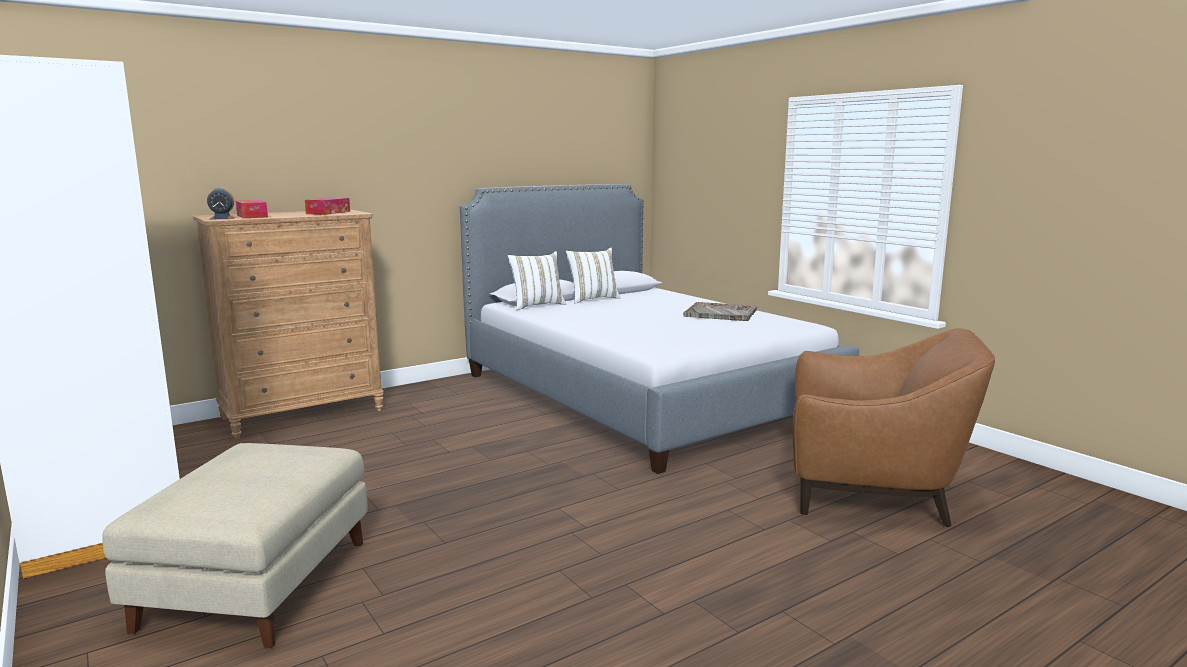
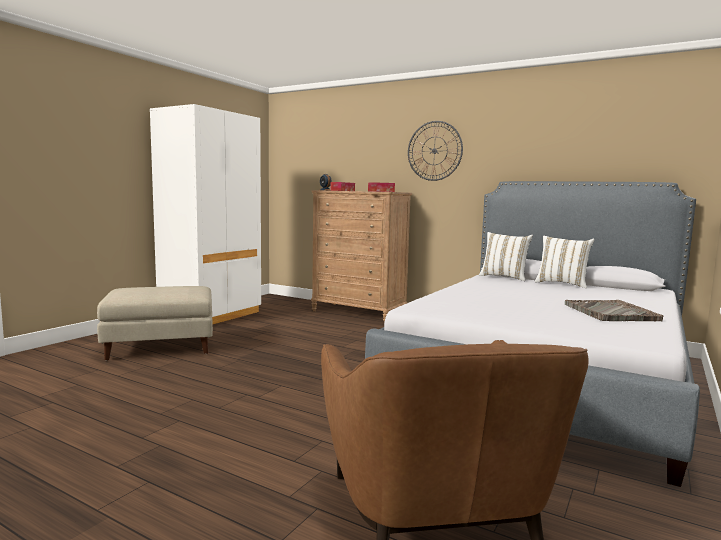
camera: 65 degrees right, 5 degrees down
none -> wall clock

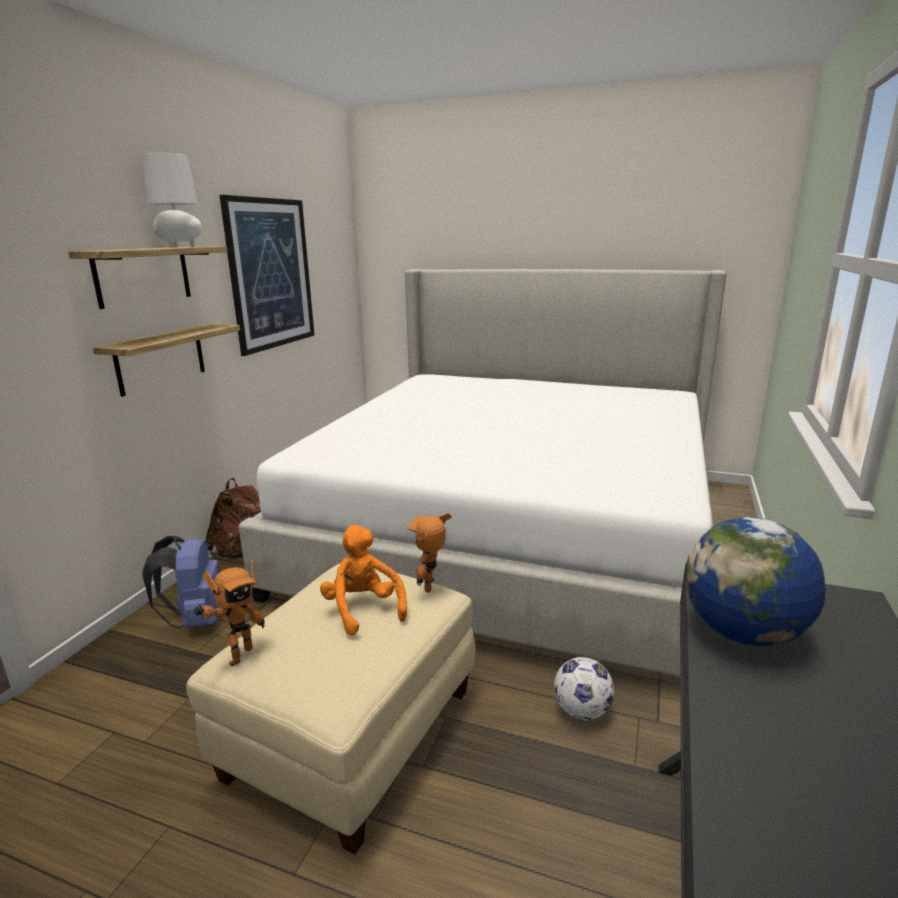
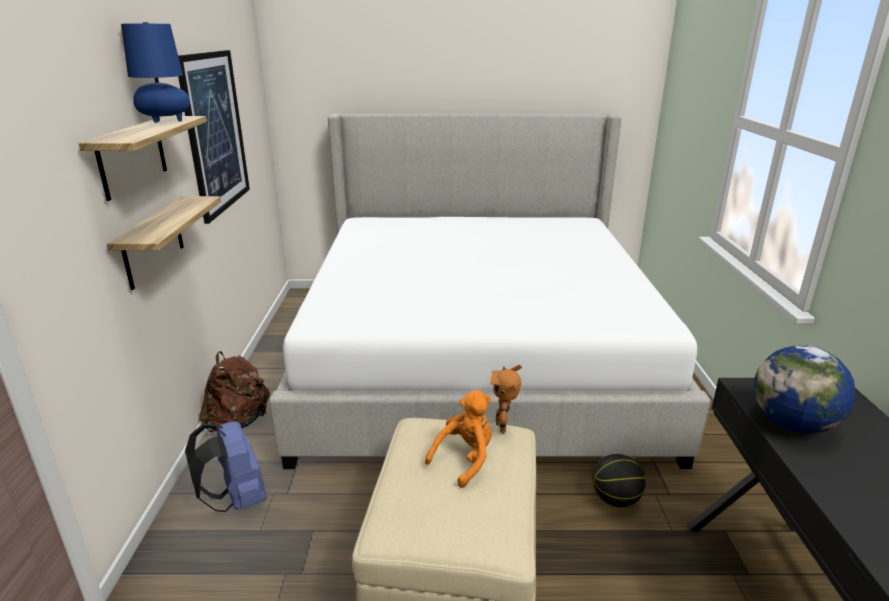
camera: 20 degrees left, 5 degrees up
toy robot (no. 1 from left) -> none
football -> basketball
table lamp (white) -> table lamp (blue)
plush toy (orange), 90 degrees clockwise

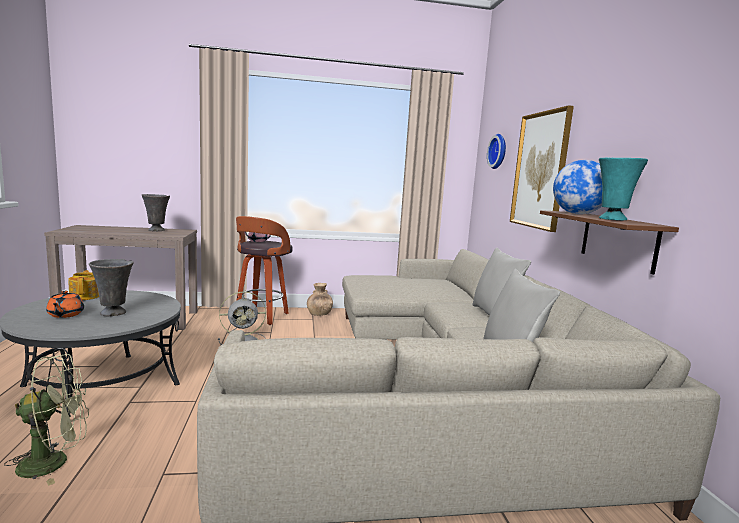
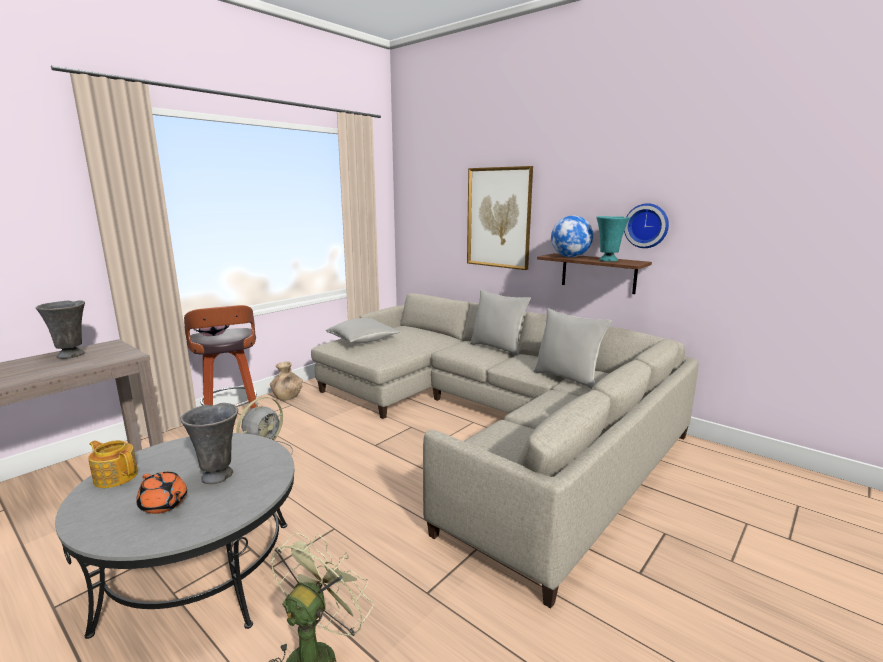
camera: 40 degrees left, 5 degrees up
none -> pillow (grey) (no. 1 from left)
wall clock, relocated

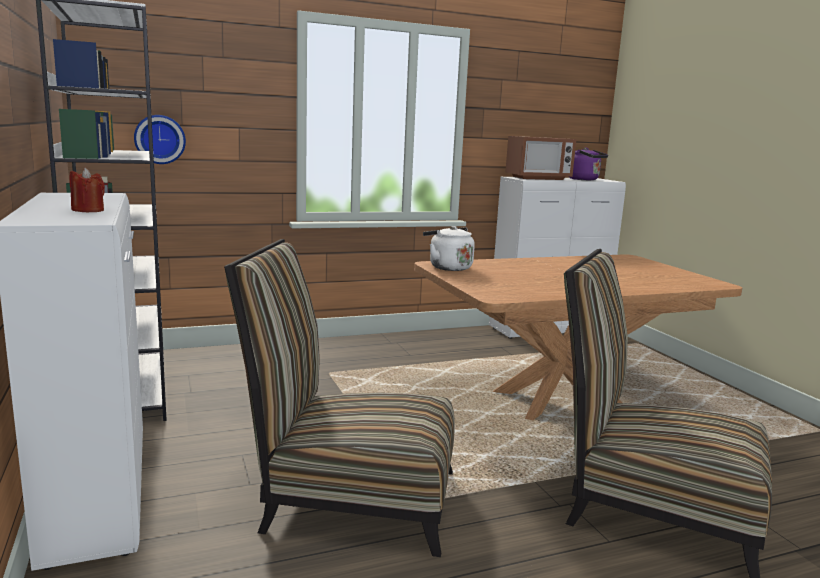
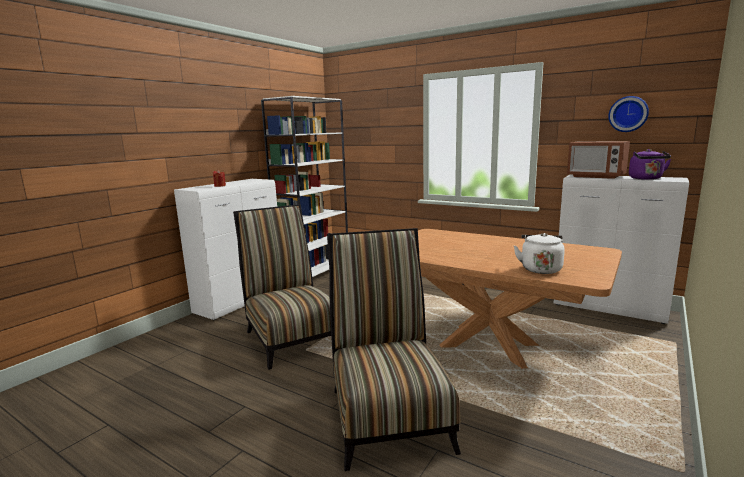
camera: 55 degrees right, 0 degrees up
wall clock, relocated
kettle (white), relocated

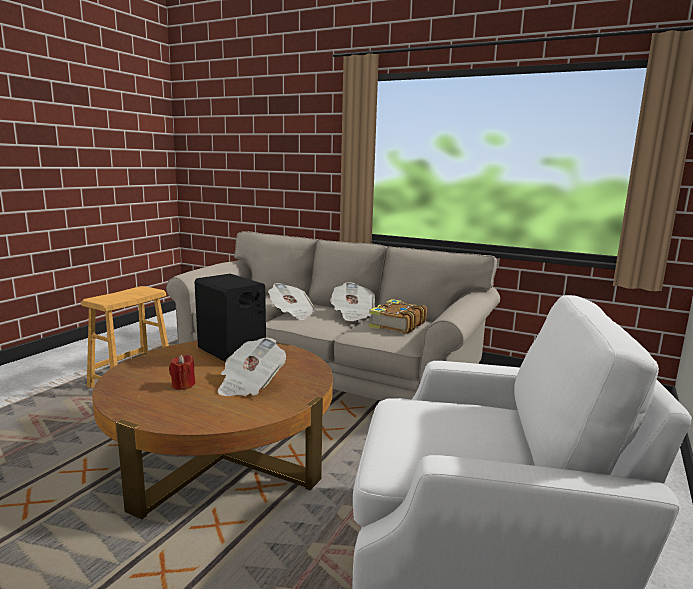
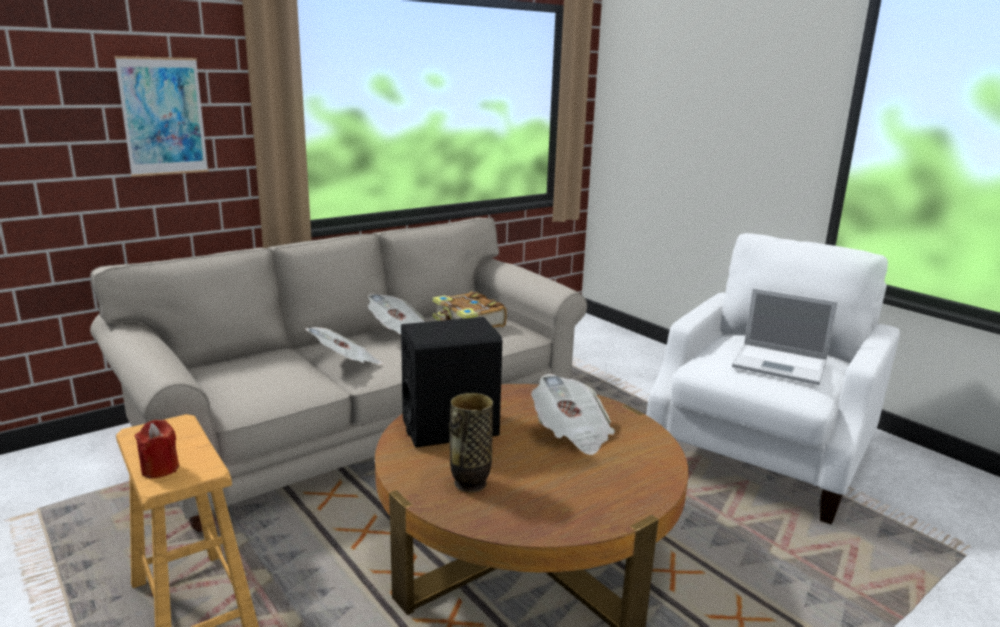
camera: 65 degrees left, 5 degrees up
none -> picture
none -> vase
none -> laptop
candle (red), relocated

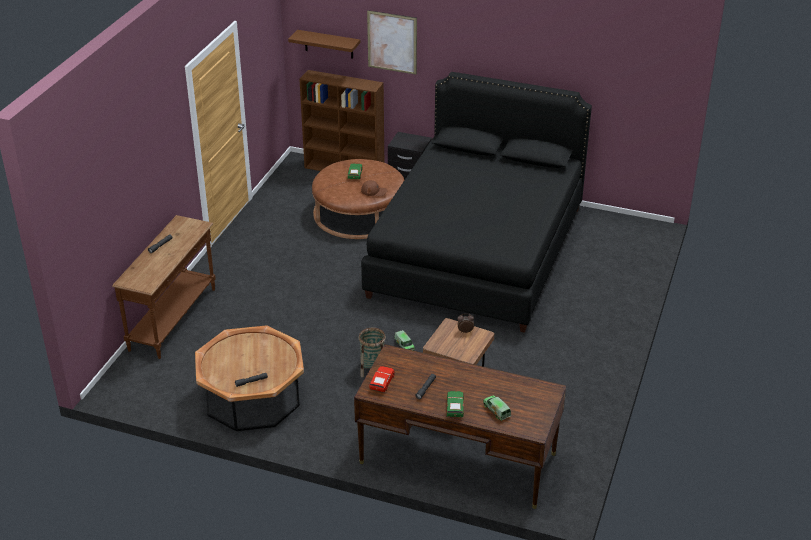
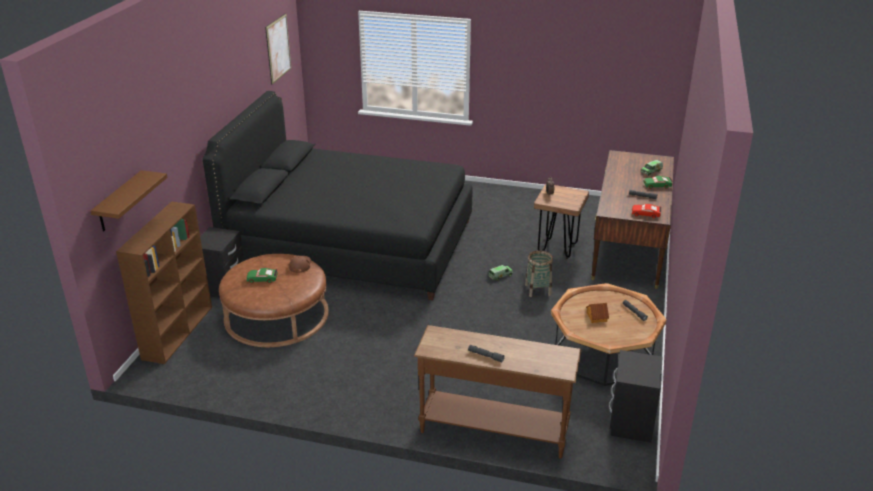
camera: 95 degrees left, 5 degrees down
none -> toy house
none -> nightstand (black) (no. 2 from left)
picture, relocated

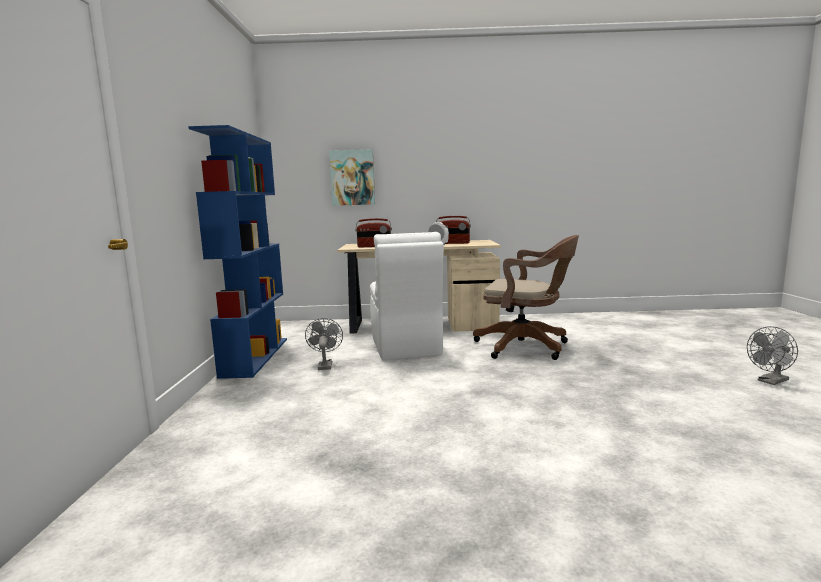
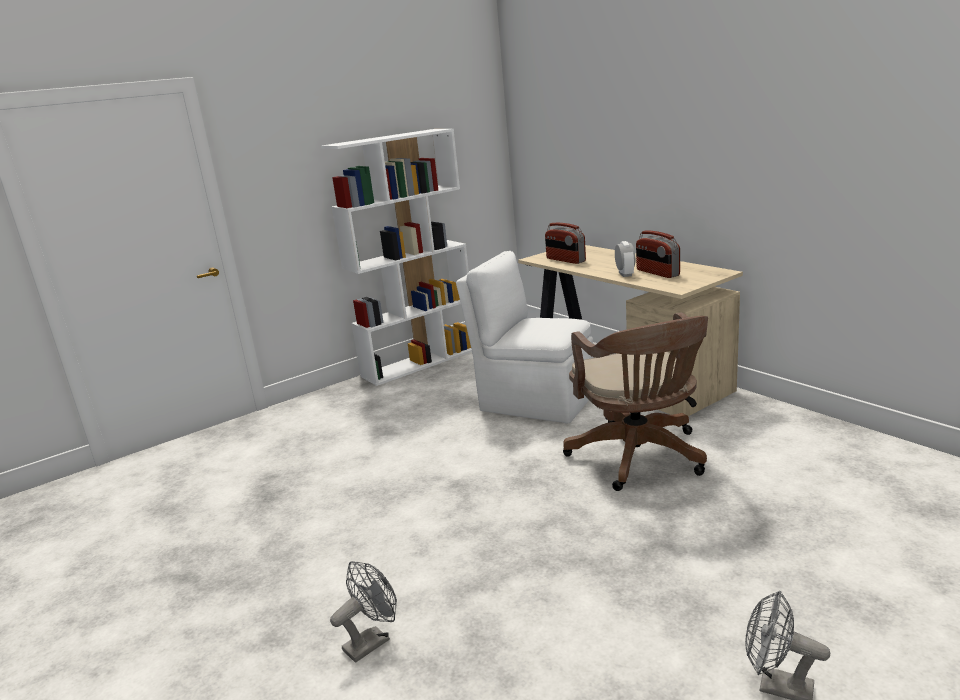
camera: 55 degrees right, 10 degrees up
picture -> none
fan (grey) (no. 1 from left), relocated
bookcase (blue) -> bookcase (white)
chair (white), 75 degrees clockwise

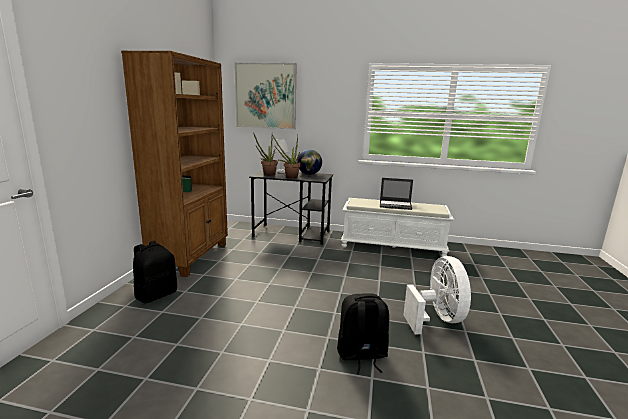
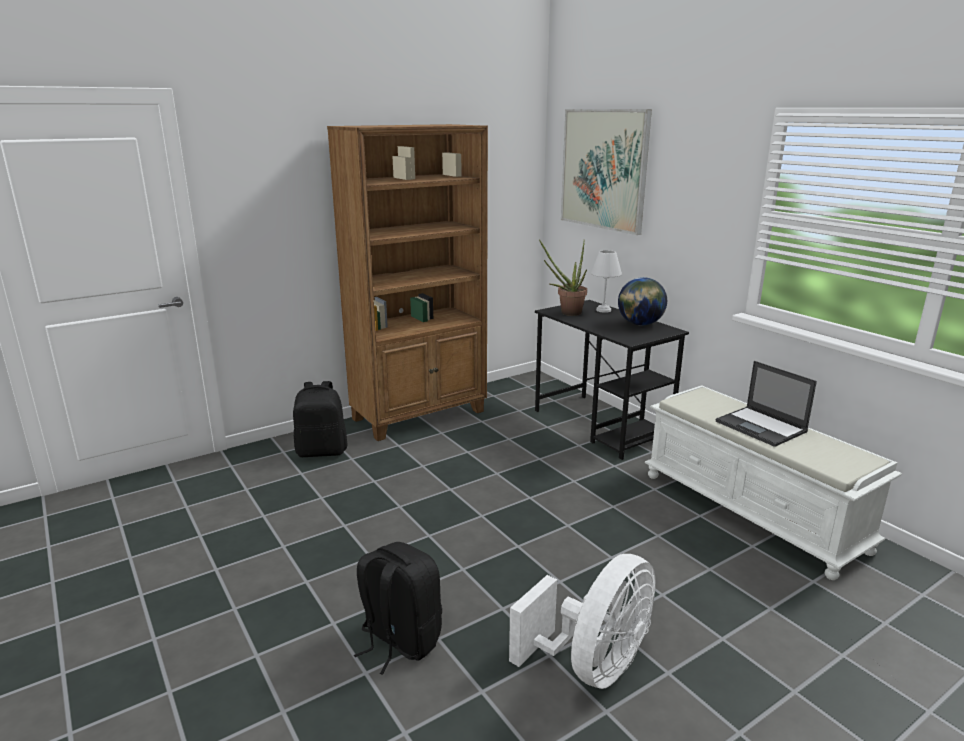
camera: 45 degrees right, 5 degrees up
potted plant (no. 2 from left) -> none

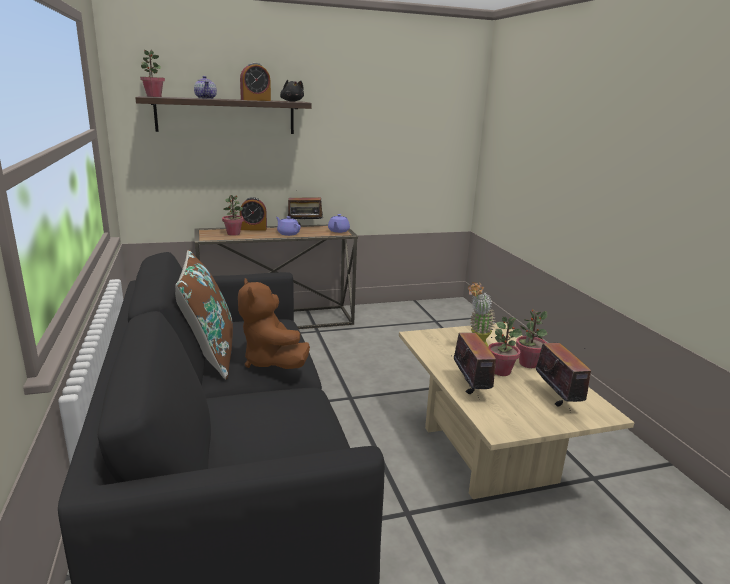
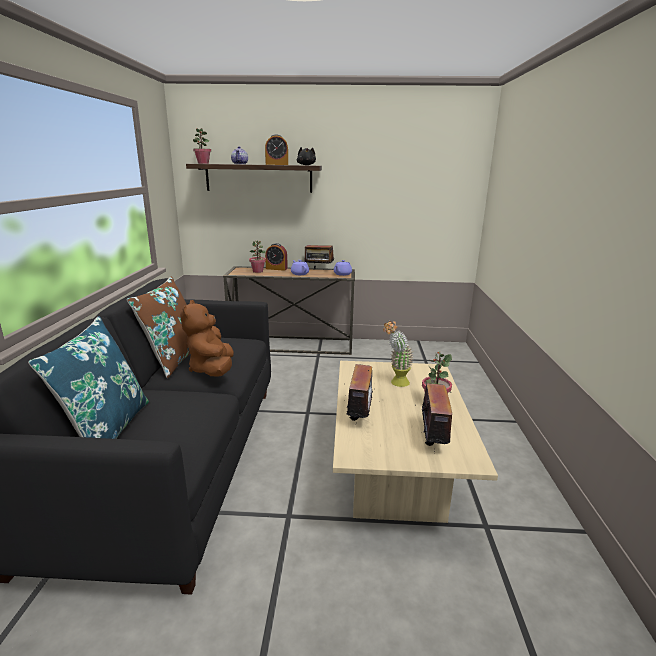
camera: 20 degrees right, 0 degrees up
potted plant (no. 4 from left) -> none
none -> pillow (blue)

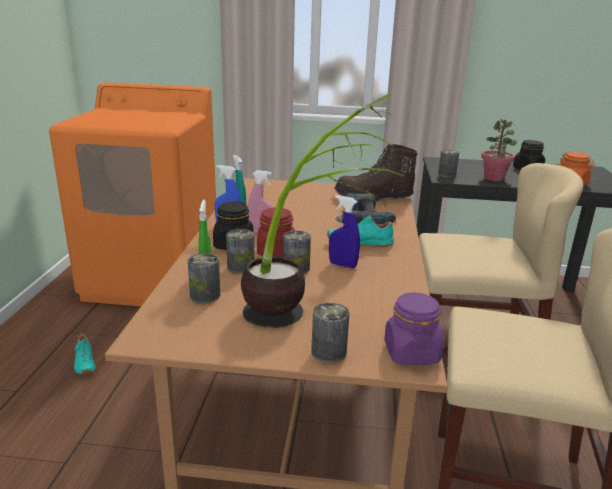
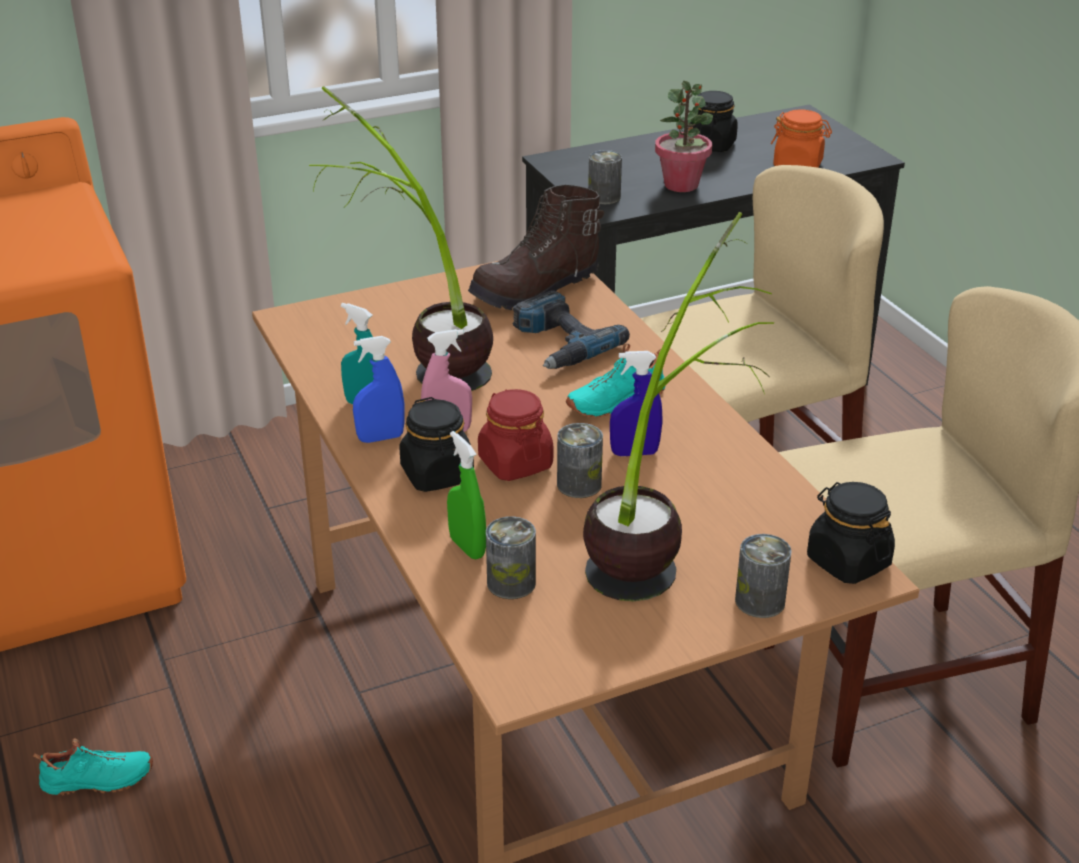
camera: 30 degrees left, 10 degrees up
can (no. 2 from left) -> none
none -> potted plant (no. 1 from left)
jar (purple) -> jar (black) (no. 3 from left)
shoe (turquoise) (no. 1 from left), 45 degrees counterclockwise

